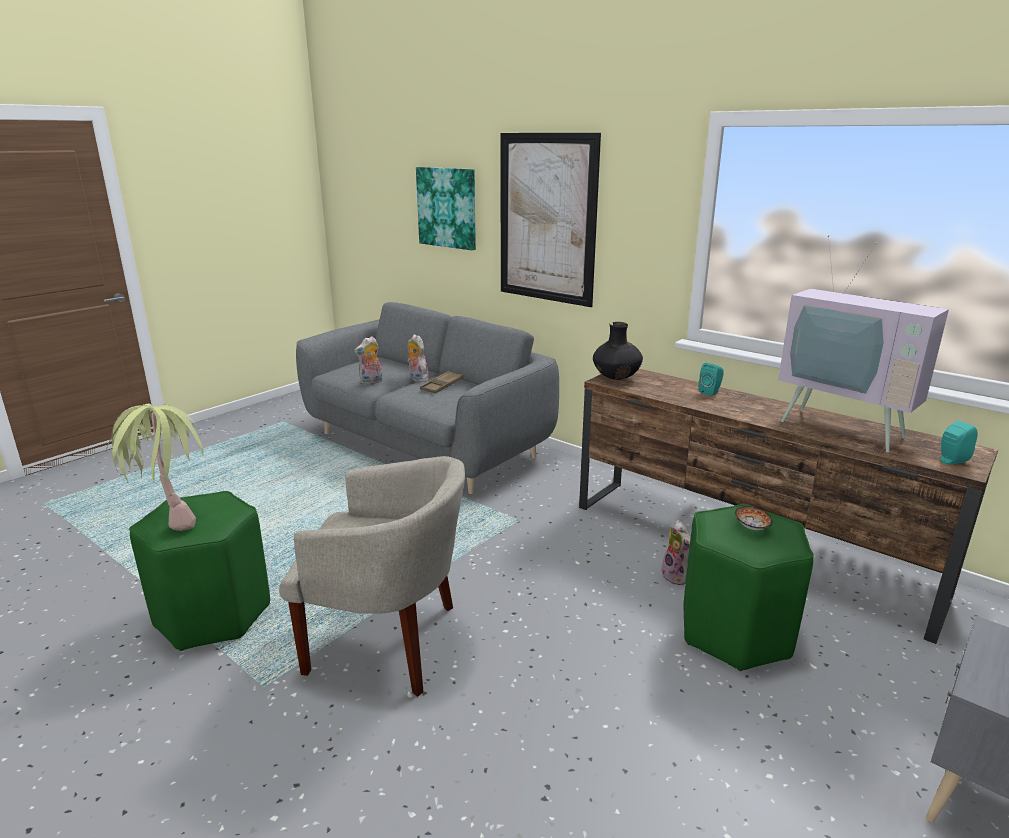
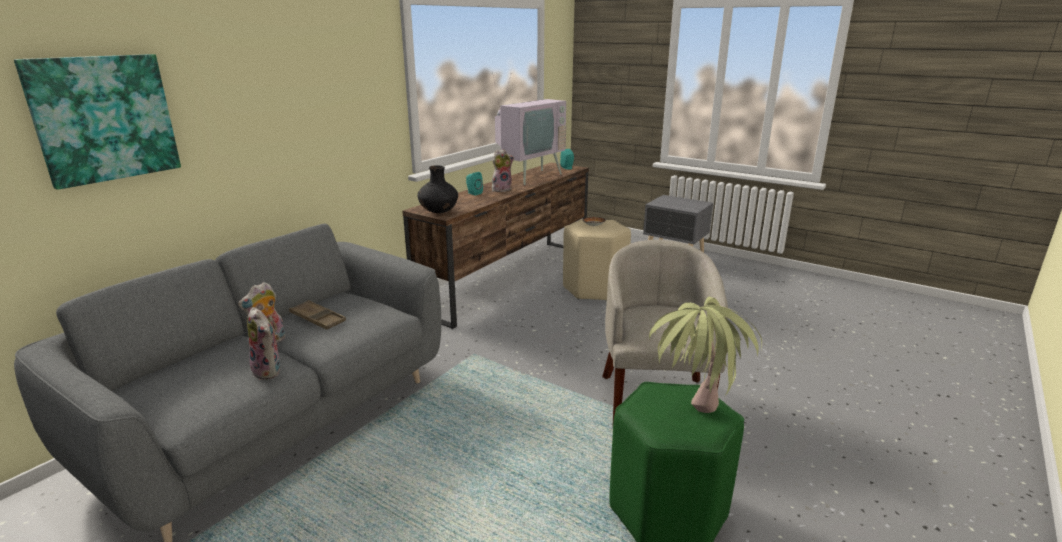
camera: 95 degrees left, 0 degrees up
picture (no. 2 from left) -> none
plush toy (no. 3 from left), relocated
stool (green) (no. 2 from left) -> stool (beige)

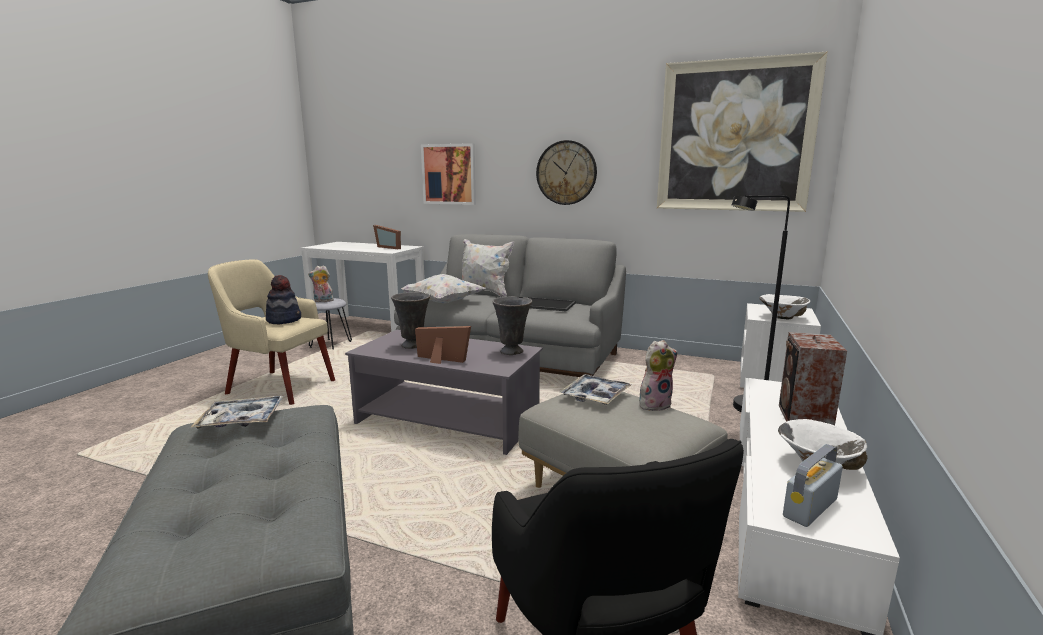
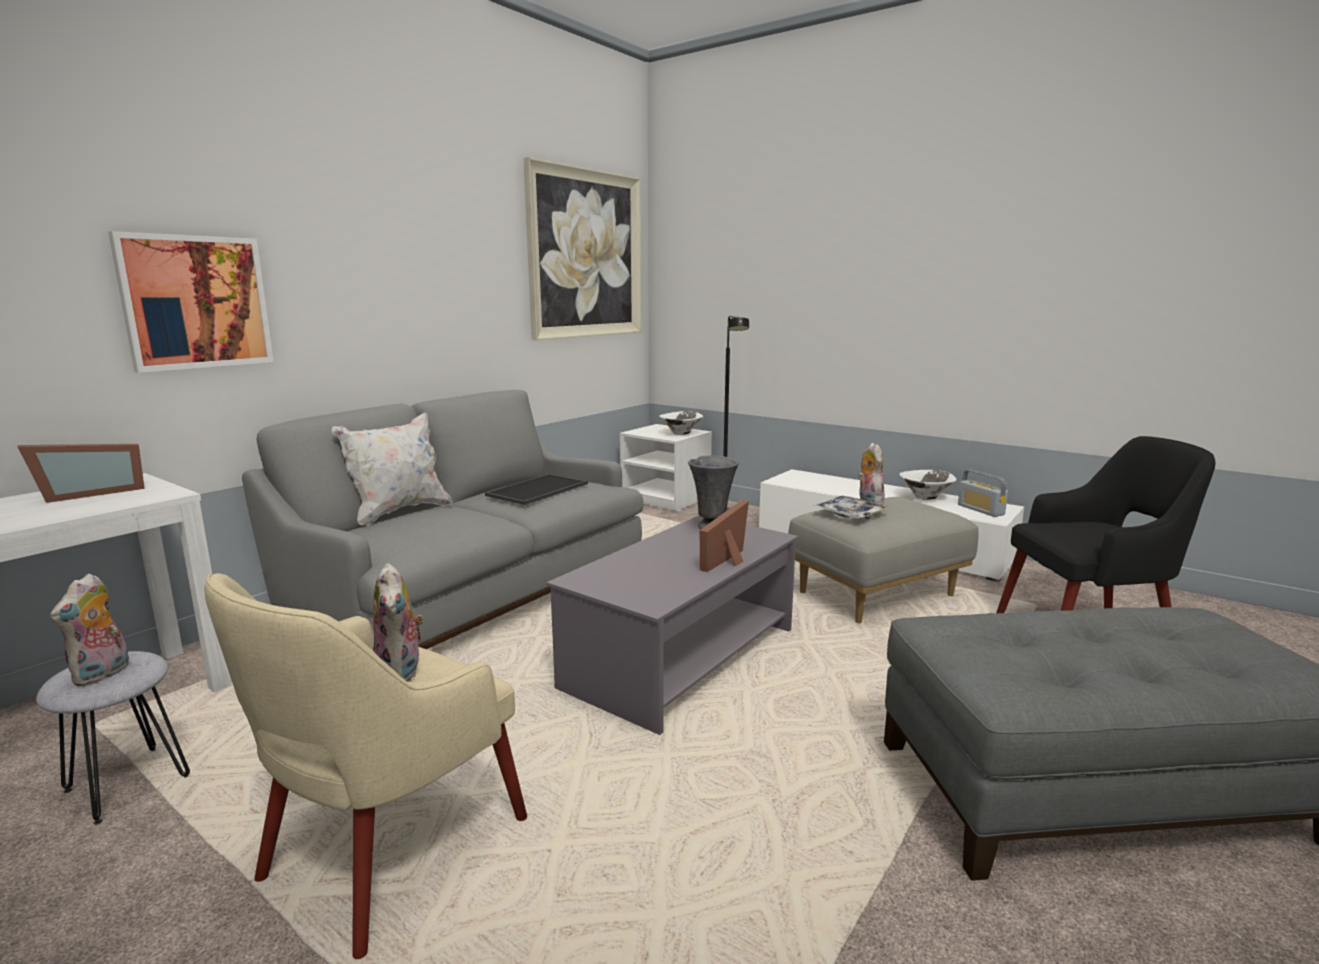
camera: 75 degrees left, 0 degrees up
tray (no. 1 from left) -> none
vase (grey) (no. 1 from left) -> none
pillow (white) (no. 1 from left) -> none
wall clock -> none
speaker -> none
hat -> plush toy (no. 2 from left)

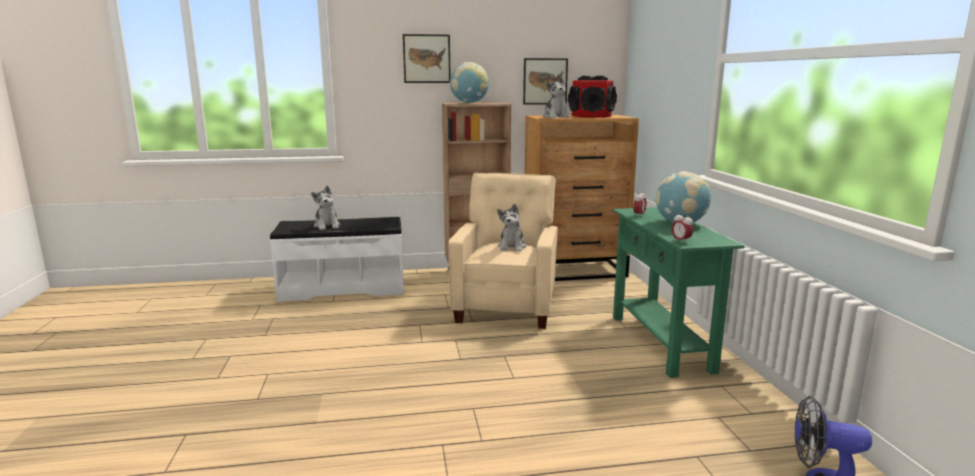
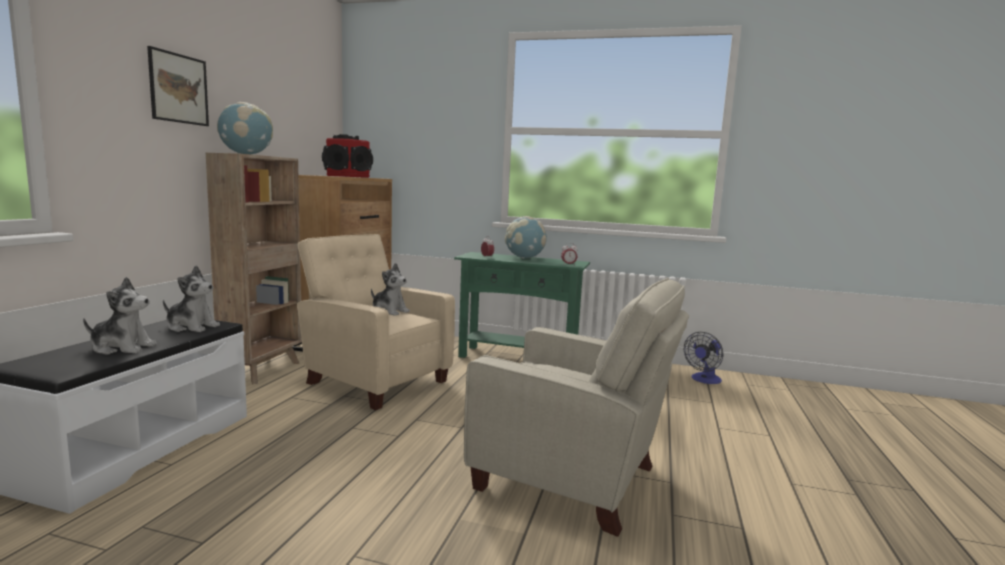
camera: 65 degrees left, 5 degrees down
picture (no. 2 from left) -> none
none -> armchair (beige) (no. 2 from left)
plush toy (no. 3 from left in the first image) -> plush toy (no. 2 from left), relocated

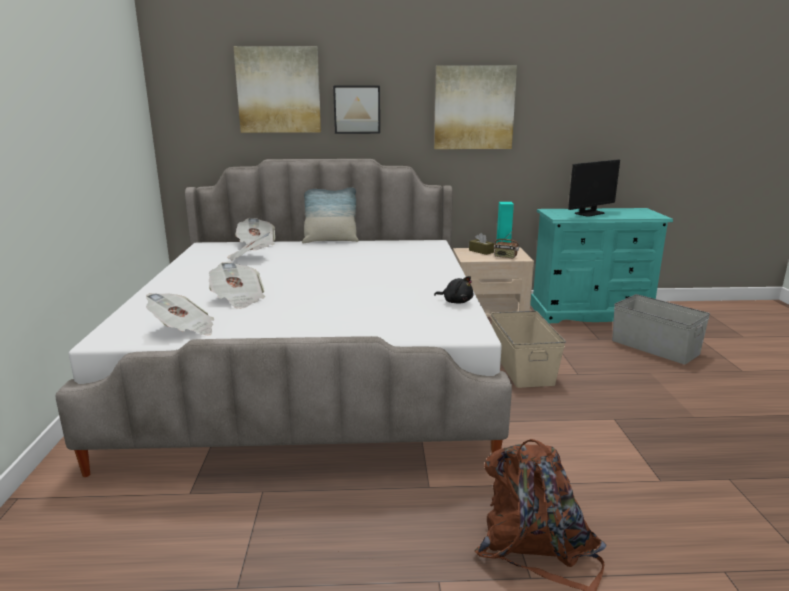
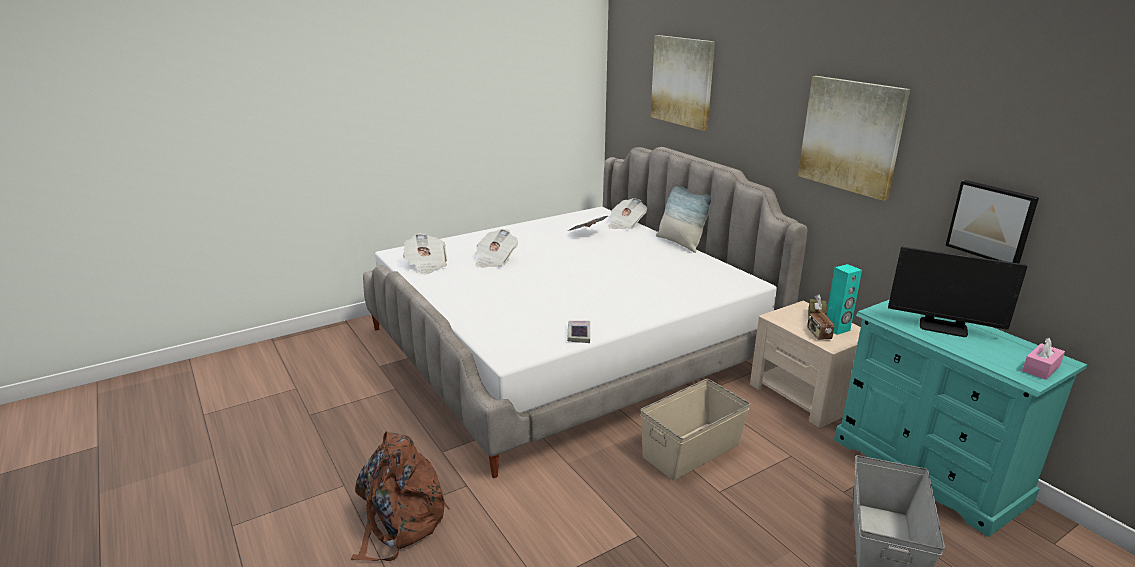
camera: 60 degrees right, 5 degrees up
none -> tissue box (pink)
picture (no. 2 from left in the first image) -> picture (no. 3 from left), relocated
plush toy (black) -> book

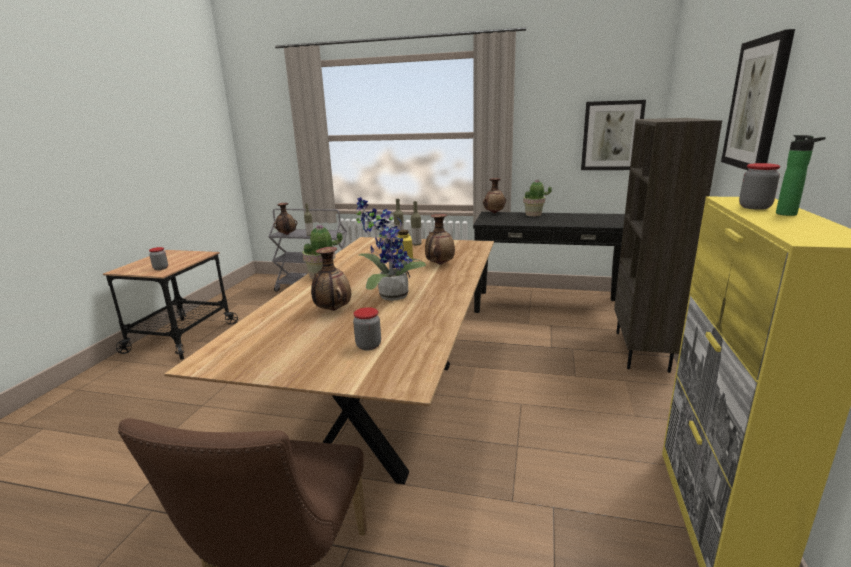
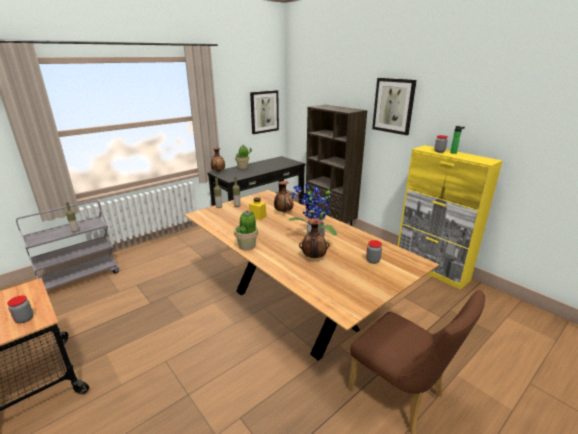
camera: 55 degrees left, 5 degrees up
vase (no. 1 from left) -> none

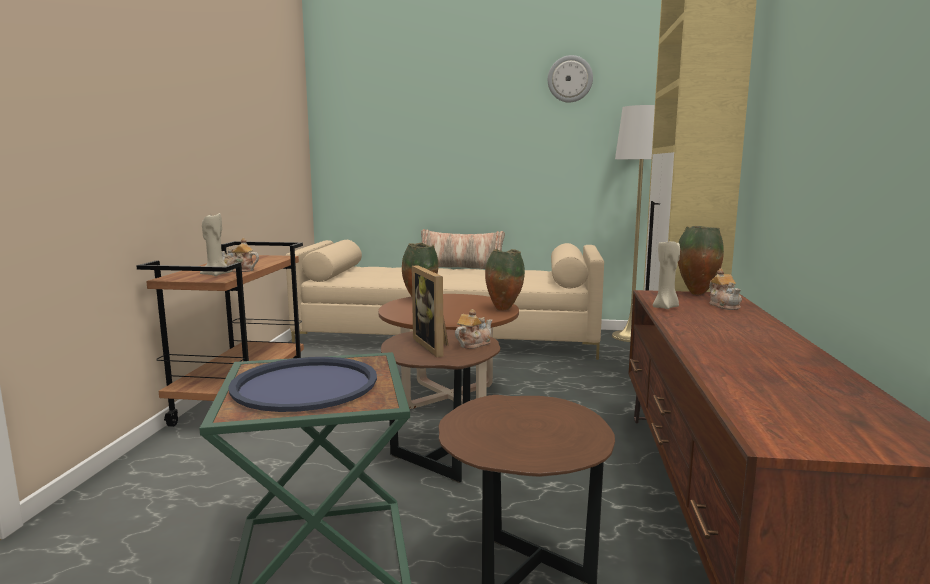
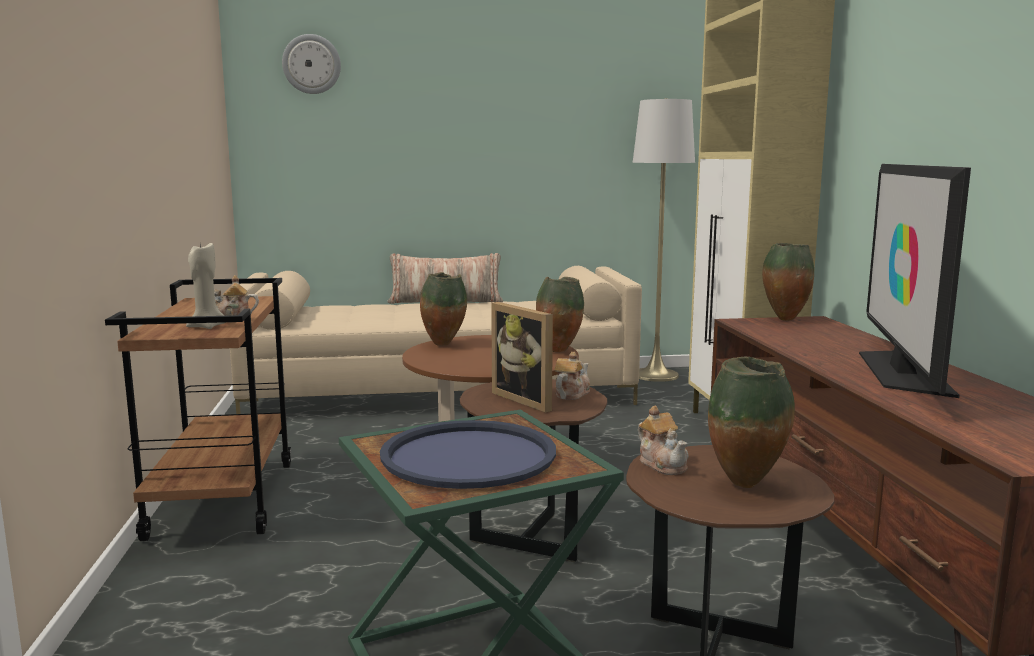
camera: 15 degrees left, 0 degrees up
candle (beige) (no. 2 from left) -> none
none -> vase (no. 3 from left)
none -> television
wall clock, relocated
teapot (no. 3 from left), relocated

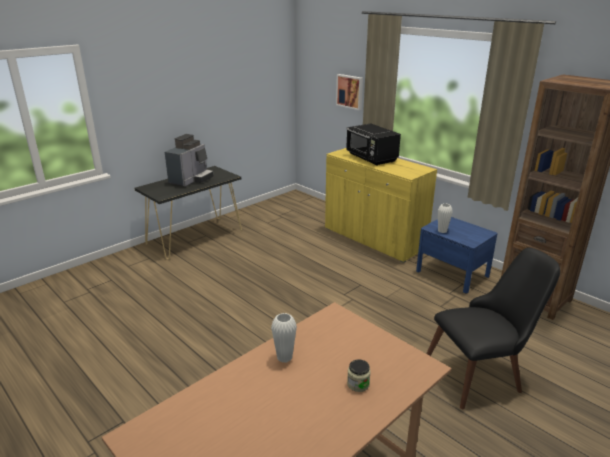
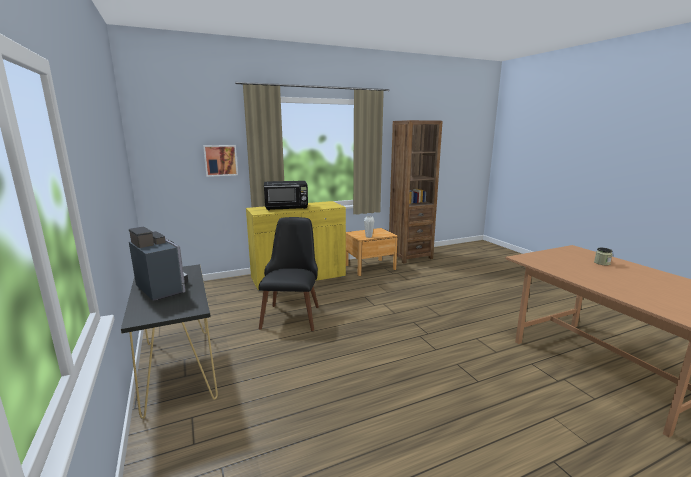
camera: 70 degrees left, 10 degrees down
vase (white) (no. 1 from left) -> none
chair (black), relocated
nightstand (blue) -> nightstand (brown)

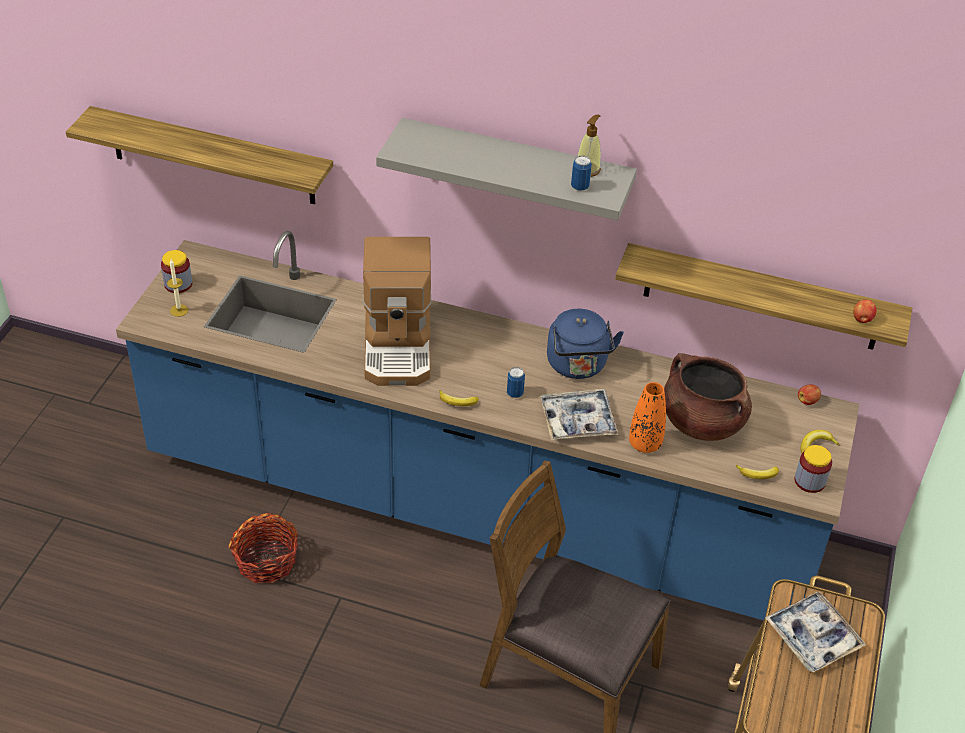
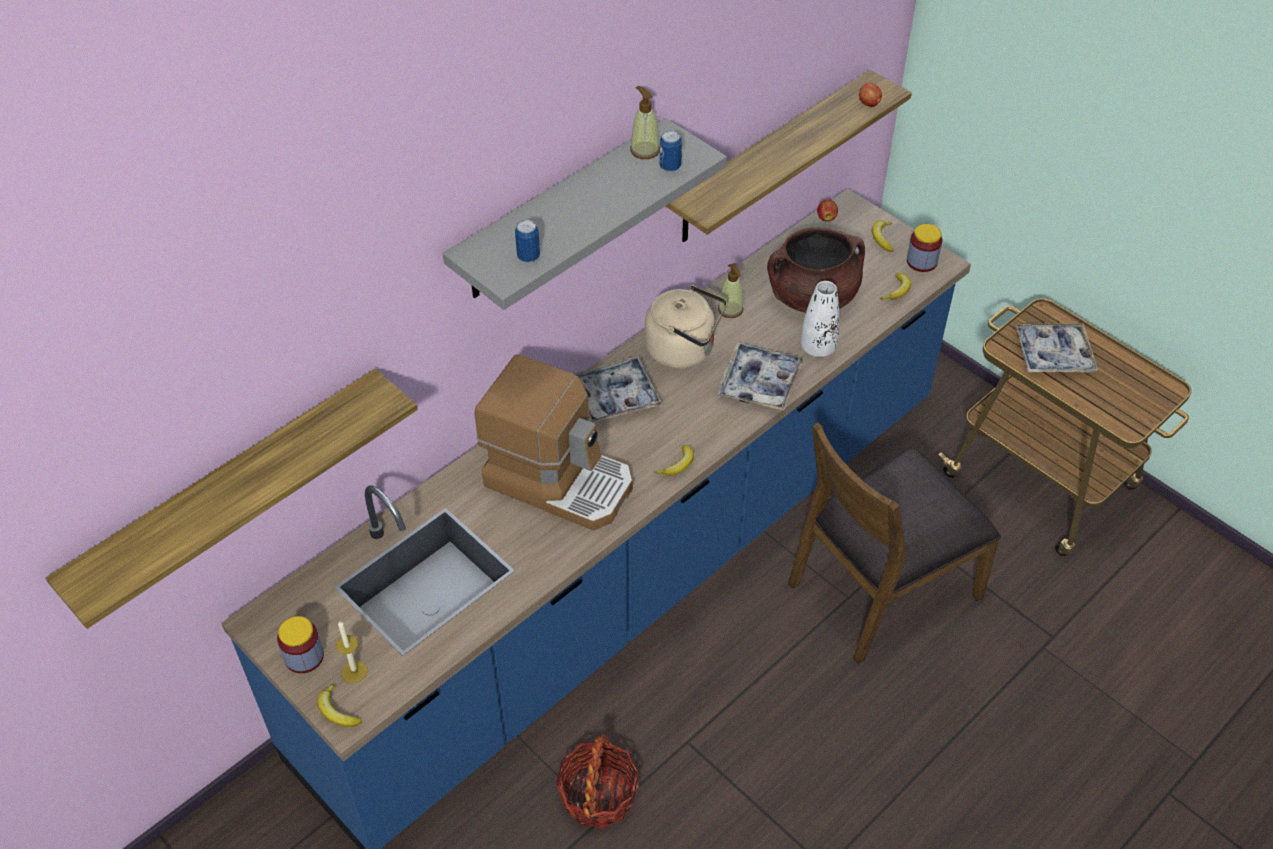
camera: 60 degrees left, 5 degrees up
none -> banana (no. 1 from left)
none -> tray (no. 1 from left)
none -> soap dispenser (no. 2 from left)
can (no. 1 from left), relocated
kettle (blue) -> kettle (beige)
vase (orange) -> vase (white)

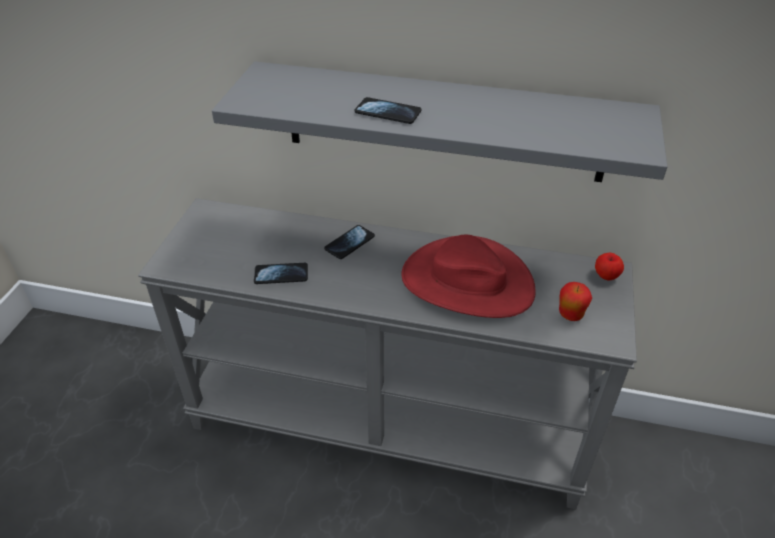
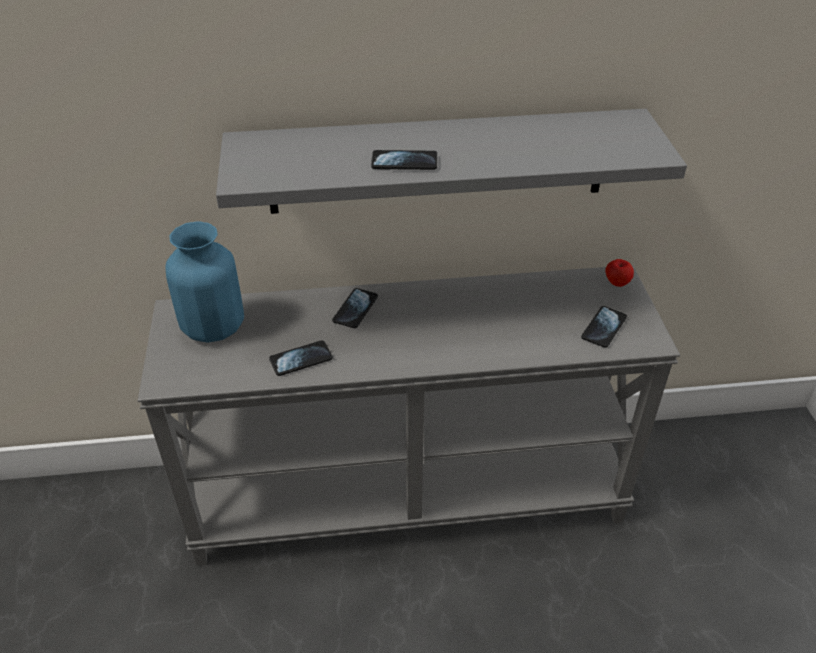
camera: 20 degrees left, 0 degrees up
hat (red) -> none
none -> vase (blue)
apple (no. 1 from left) -> phone (no. 4 from left)

